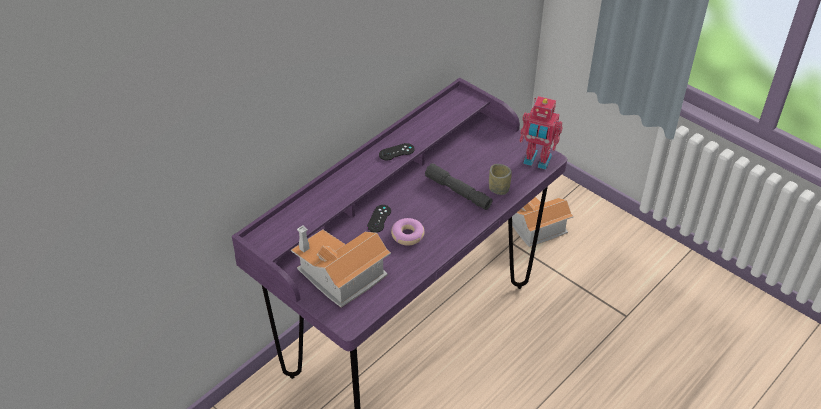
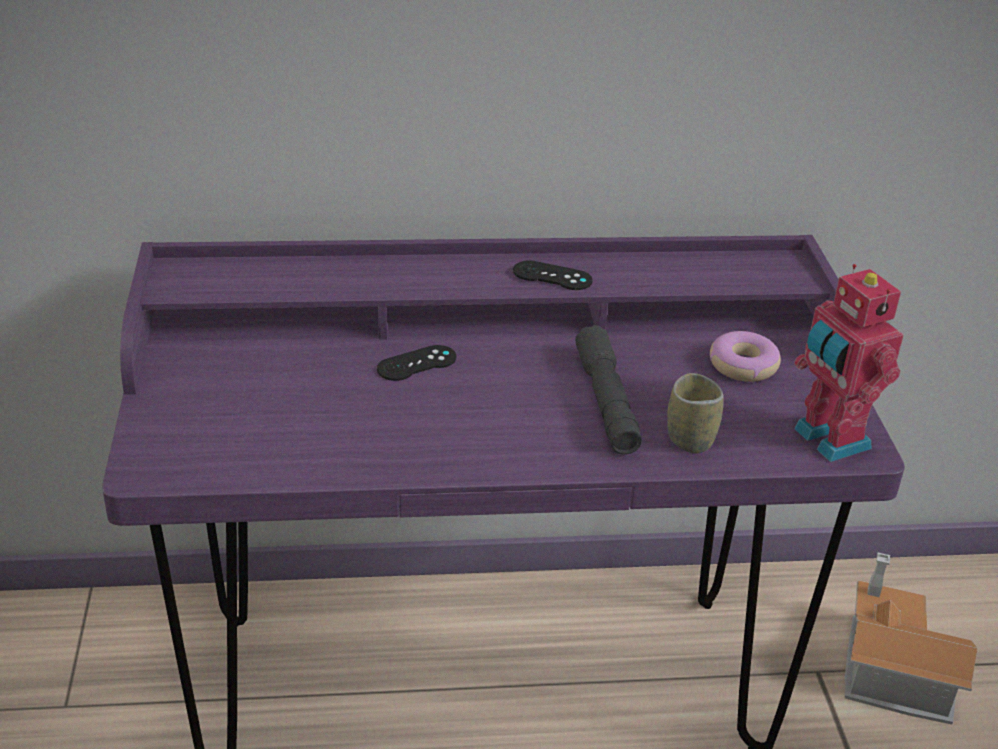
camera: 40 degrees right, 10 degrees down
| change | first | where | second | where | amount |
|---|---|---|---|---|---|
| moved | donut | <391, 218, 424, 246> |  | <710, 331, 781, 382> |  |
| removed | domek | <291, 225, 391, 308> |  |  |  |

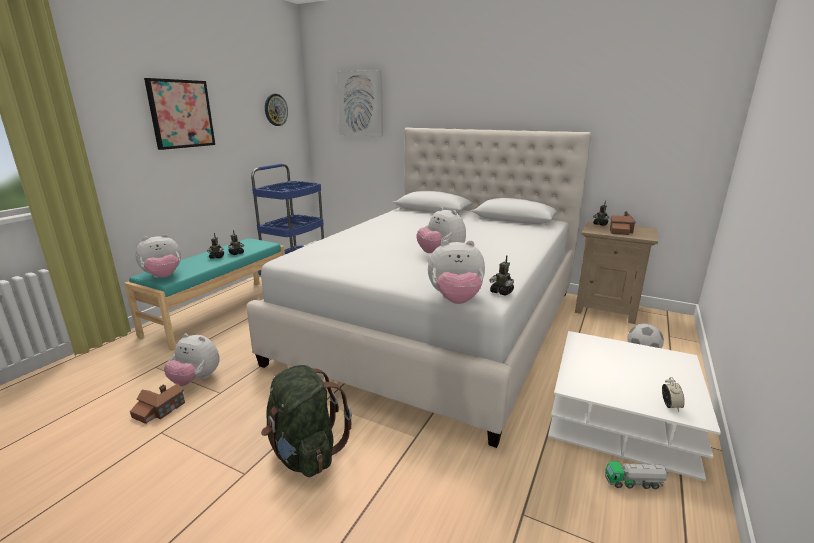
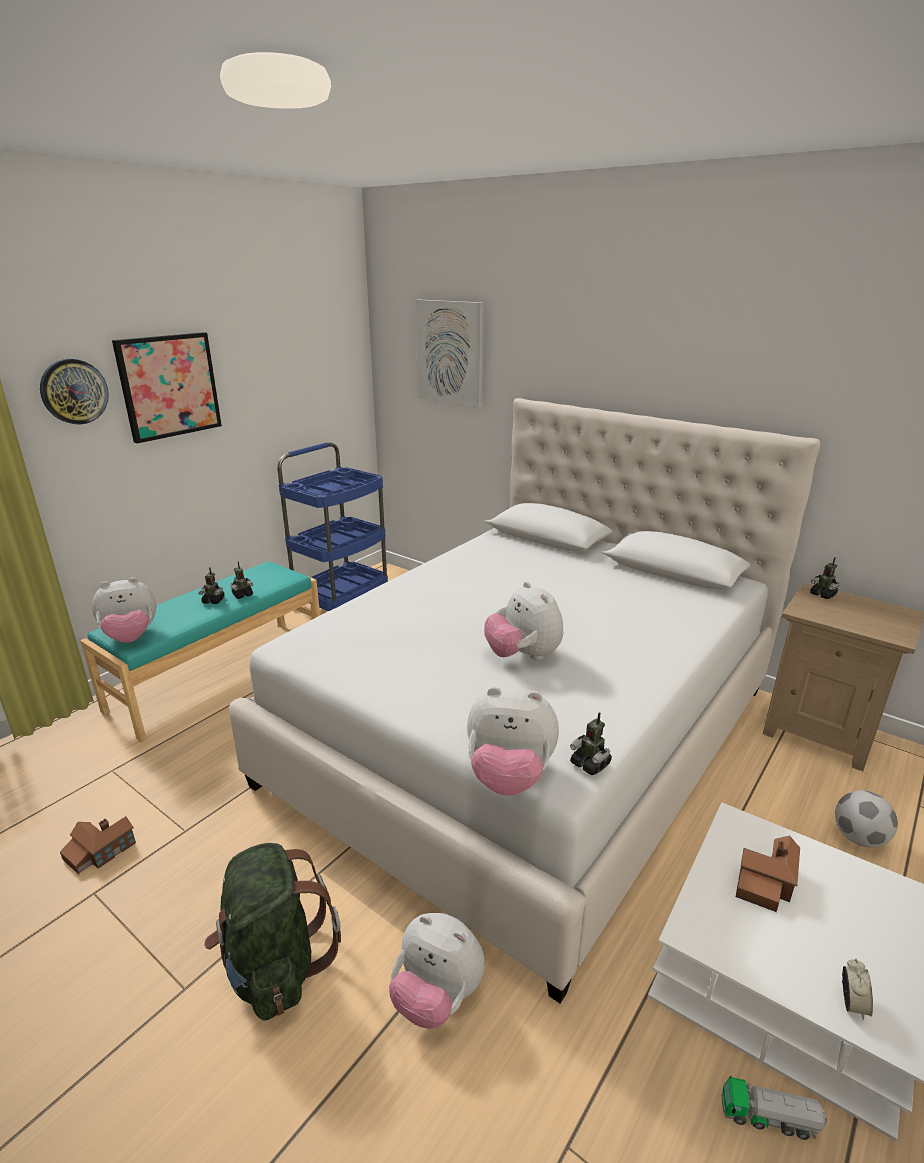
camera: 10 degrees right, 5 degrees up
| change | first | where | second | where | amount |
|---|---|---|---|---|---|
| moved | zegar ścienny | <265, 94, 288, 126> |  | <40, 359, 109, 424> |  |
| moved | domek | <610, 211, 636, 235> |  | <736, 836, 800, 912> |  |
| moved | pluszak | <164, 333, 220, 386> |  | <389, 913, 485, 1029> |  |

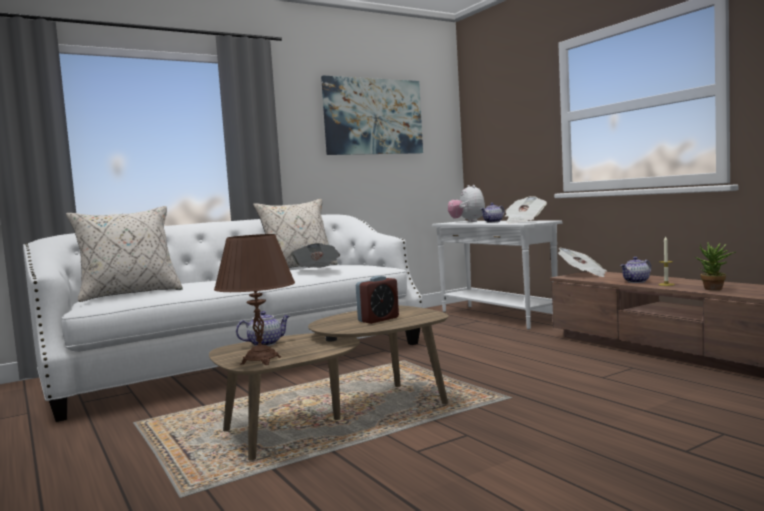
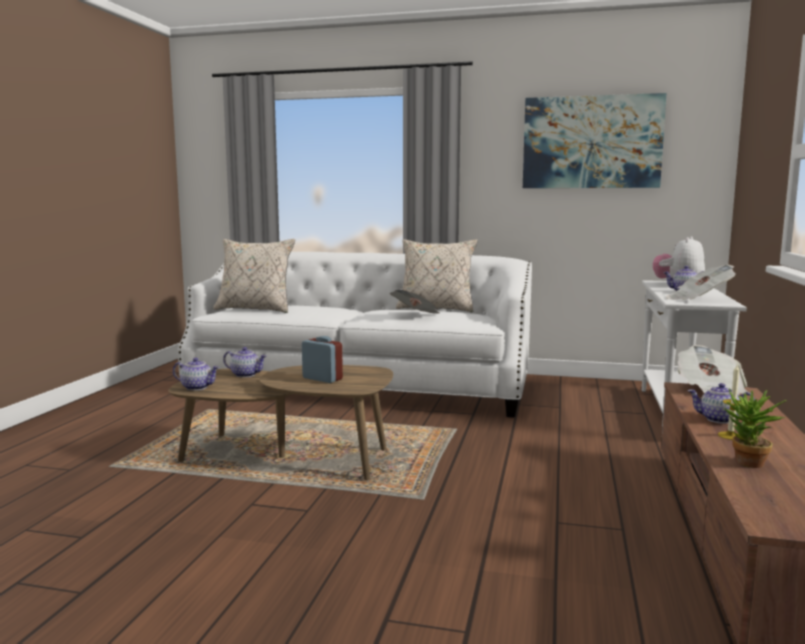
camera: 45 degrees right, 5 degrees up
| change | first | where | second | where | amount |
|---|---|---|---|---|---|
| replaced | lampa stołowa [brązowy] | <214, 234, 295, 365> | imbryk | <173, 358, 220, 390> |  |
| turned | budzik | <356, 276, 399, 324> |  | <302, 336, 343, 383> | 150 degrees counterclockwise |

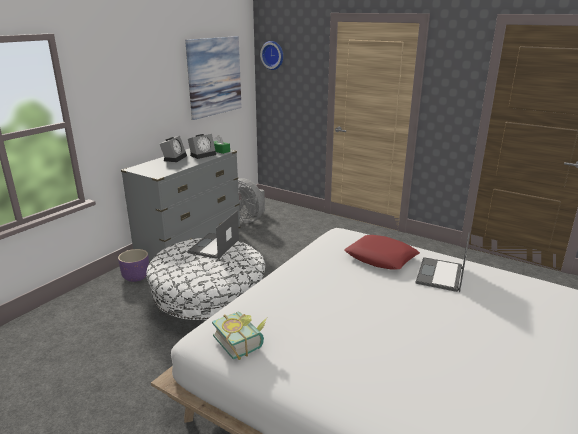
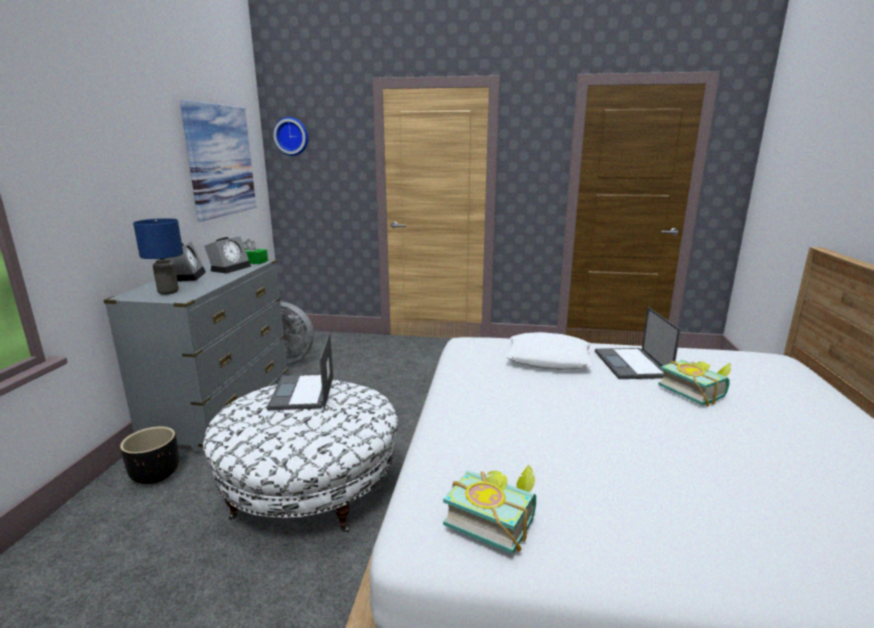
camera: 25 degrees left, 5 degrees down
| change | first | where | second | where | amount |
|---|---|---|---|---|---|
| recoloured | poduszka [czerwony] | <344, 235, 420, 270> | poduszka [biały] | <505, 332, 593, 370> |  |
| recoloured | donica [fioletowy] | <118, 249, 149, 282> | donica [czarny] | <120, 426, 179, 484> |  |
| added |  |  | lampa stołowa [niebieski] | <133, 218, 183, 295> |  |
| added |  |  | książka | <658, 360, 731, 407> |  |

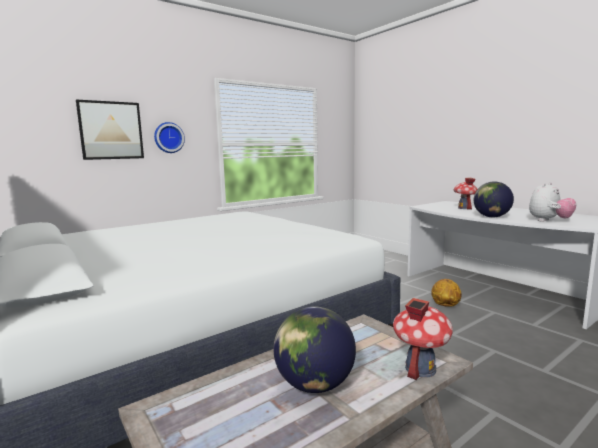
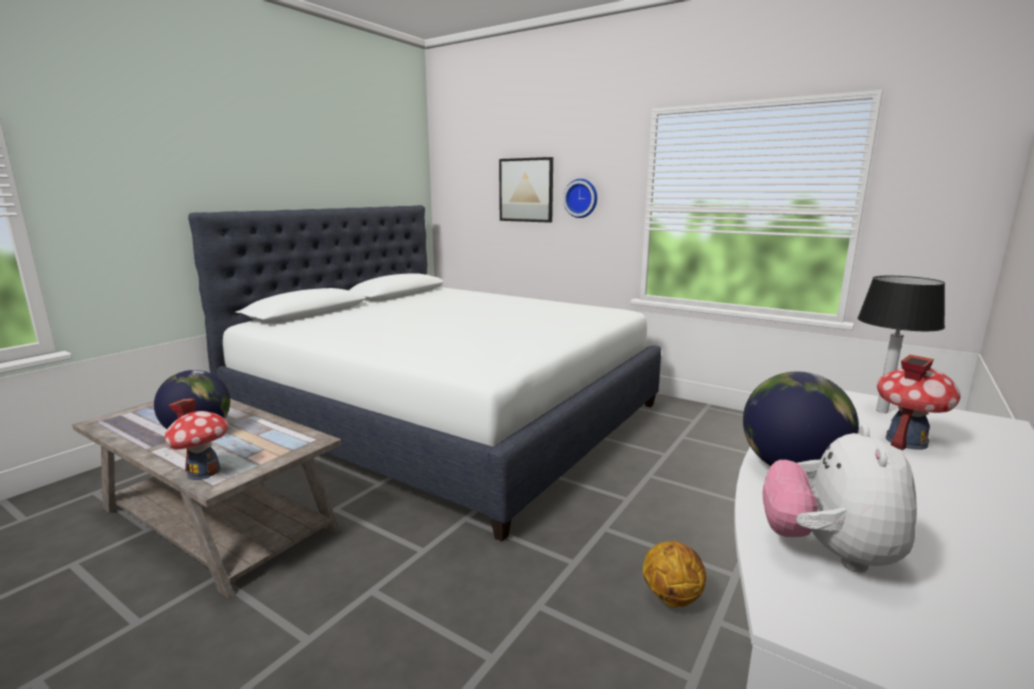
camera: 70 degrees right, 5 degrees up
| change | first | where | second | where | amount |
|---|---|---|---|---|---|
| turned | pluszak | <529, 182, 577, 222> |  | <763, 425, 917, 573> | 75 degrees clockwise |
| added |  |  | lampa stołowa | <857, 276, 945, 413> |  |

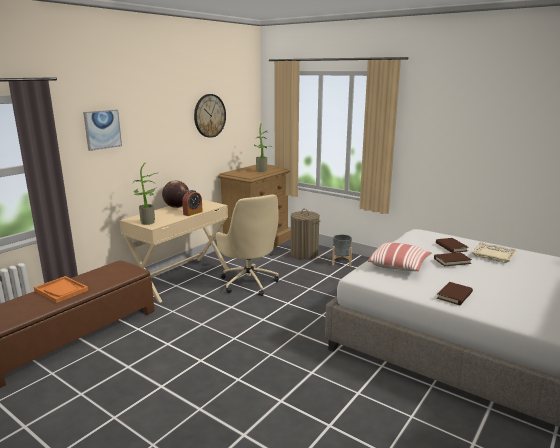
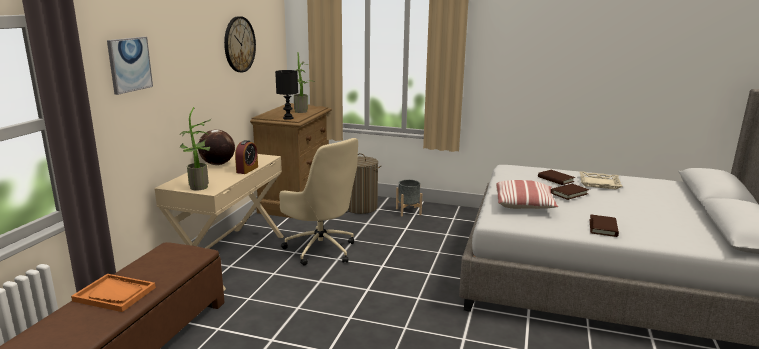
camera: 20 degrees left, 0 degrees up
| change | first | where | second | where | amount |
|---|---|---|---|---|---|
| added |  |  | lampa stołowa [czarny] | <275, 70, 298, 120> |  |

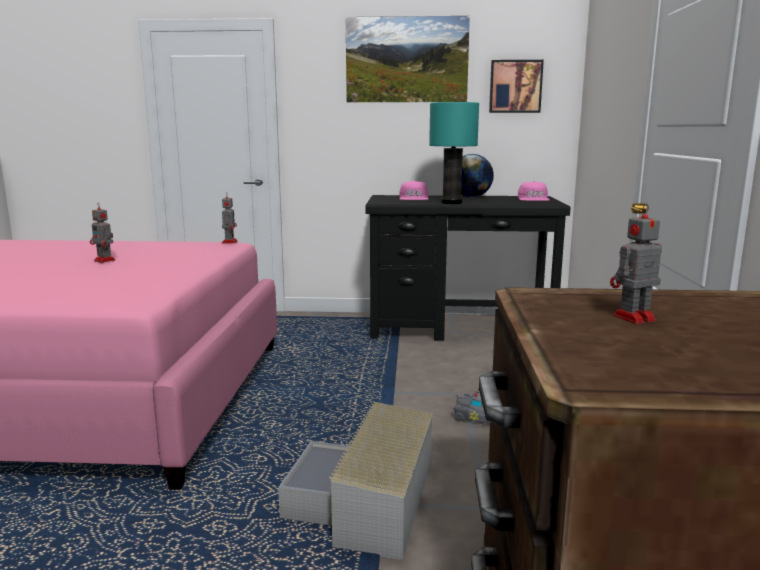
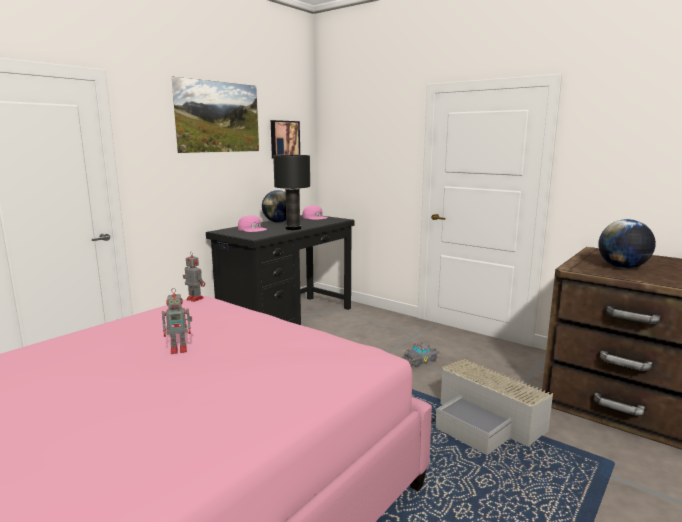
camera: 55 degrees left, 0 degrees up
| change | first | where | second | where | amount |
|---|---|---|---|---|---|
| recoloured | lampa stołowa [turkusowy] | <429, 101, 479, 204> | lampa stołowa [czarny] | <273, 154, 310, 230> |  |
| replaced | robot zabawkowy | <610, 203, 662, 324> | globus | <599, 219, 656, 269> |  |

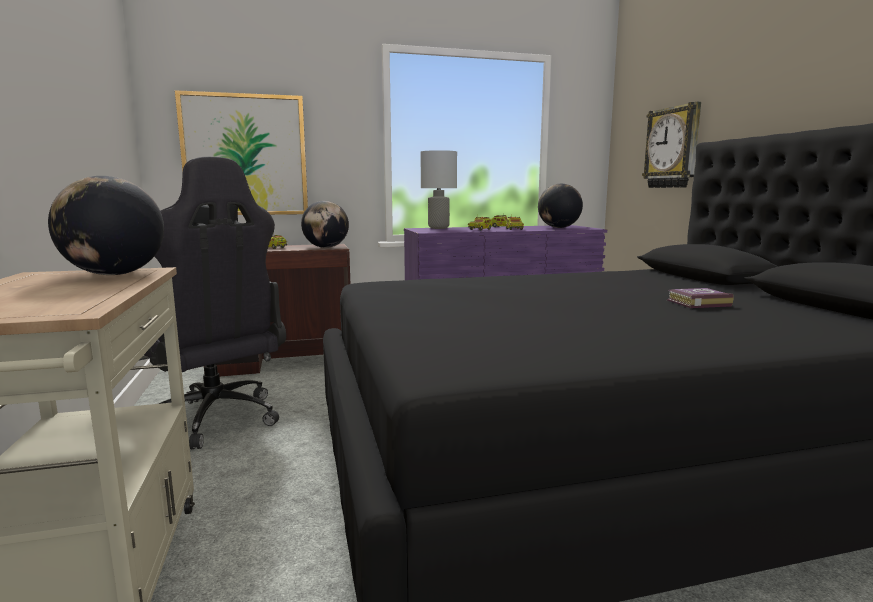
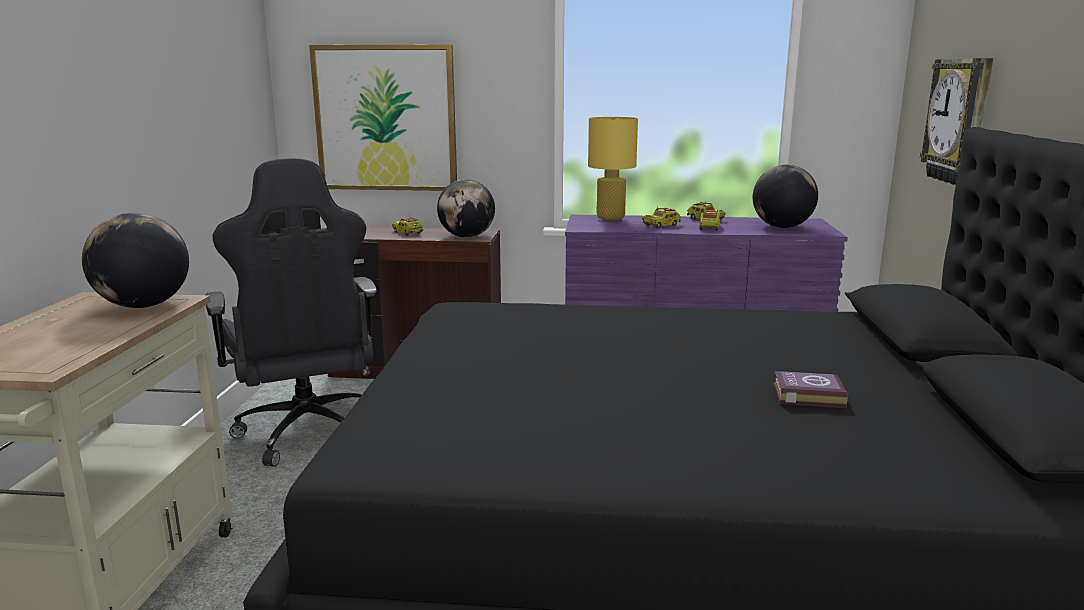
camera: 20 degrees right, 5 degrees up
| change | first | where | second | where | amount |
|---|---|---|---|---|---|
| recoloured | lampa stołowa [szary] | <421, 150, 457, 229> | lampa stołowa [żółty] | <588, 117, 638, 221> |  |

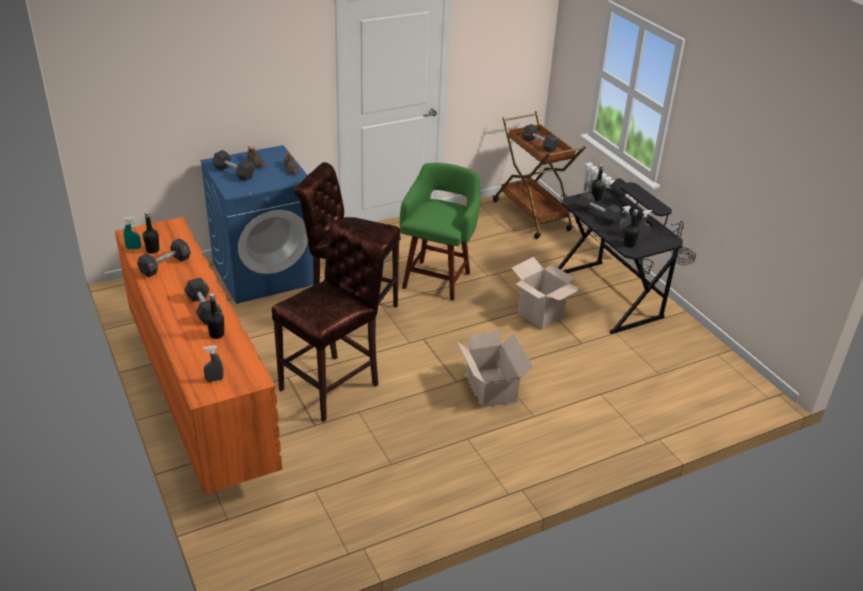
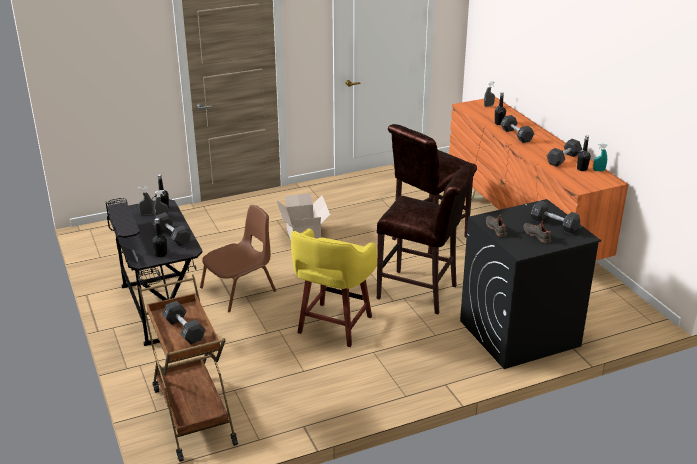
camera: 175 degrees left, 5 degrees down
| change | first | where | second | where | amount |
|---|---|---|---|---|---|
| recoloured | pralka [niebieski] | <200, 145, 313, 304> | pralka [czarny] | <460, 199, 601, 369> |  |
| recoloured | stołek [zielony] | <400, 163, 481, 301> | stołek [żółty] | <291, 228, 377, 347> |  |
| replaced | karton | <512, 257, 582, 329> | krzesło [brązowy] | <200, 205, 276, 312> |  |

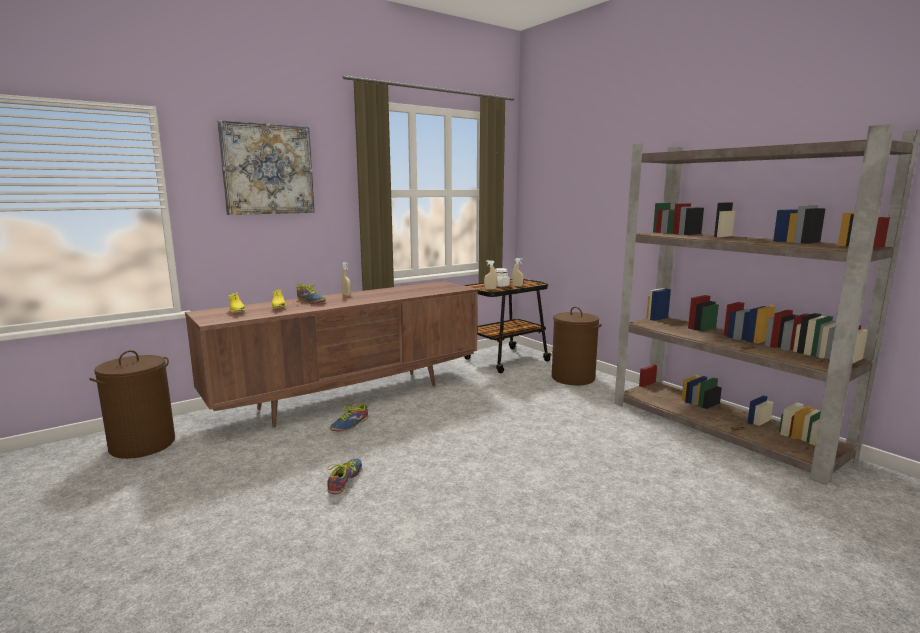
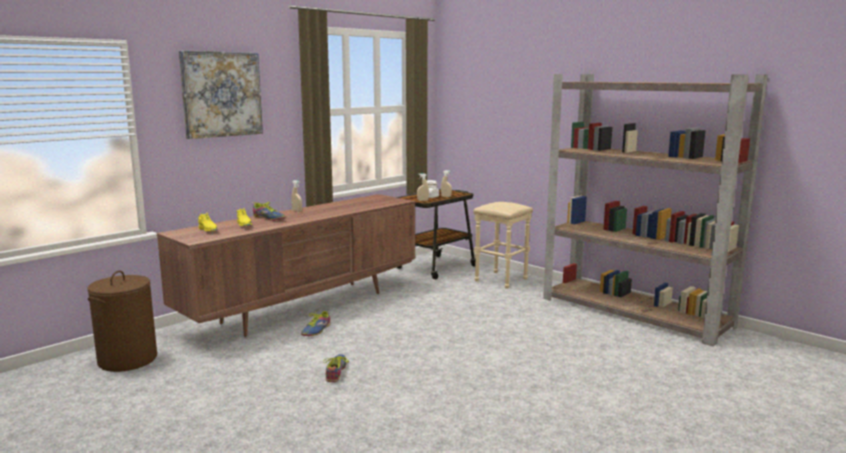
camera: 10 degrees left, 0 degrees up
| change | first | where | second | where | amount |
|---|---|---|---|---|---|
| replaced | kosz na pranie [brązowy] | <552, 307, 602, 385> | stołek [beżowy] | <473, 202, 533, 289> |  |

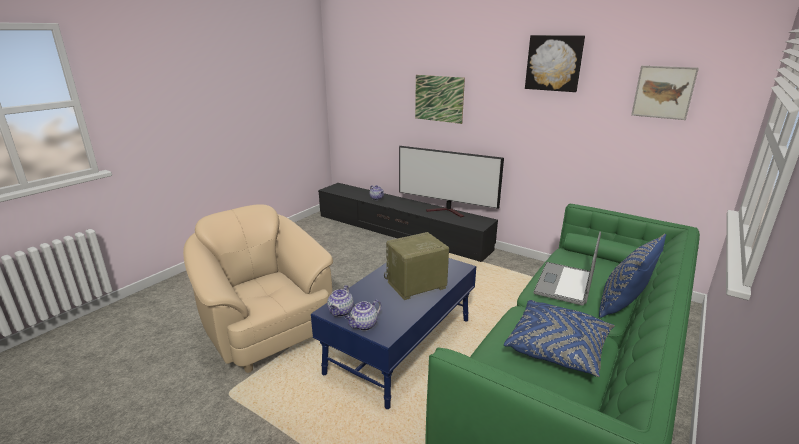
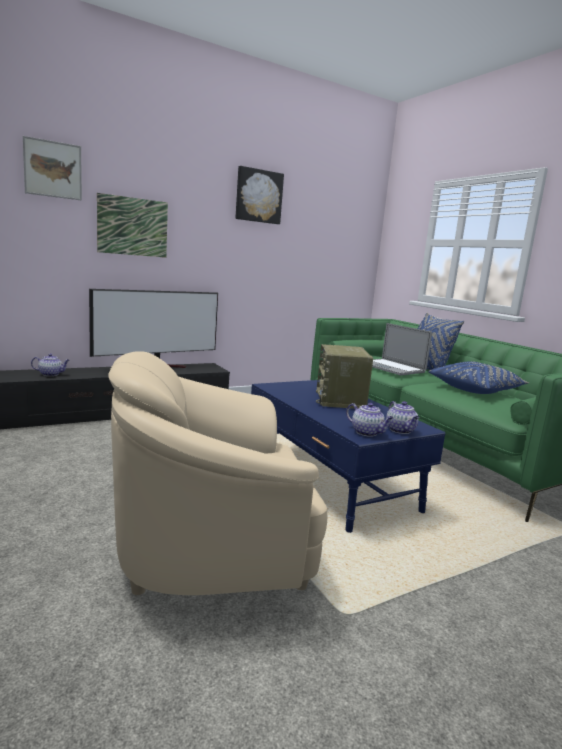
camera: 65 degrees left, 10 degrees down
| change | first | where | second | where | amount |
|---|---|---|---|---|---|
| moved | obraz | <631, 66, 699, 120> |  | <23, 136, 82, 200> |  |

